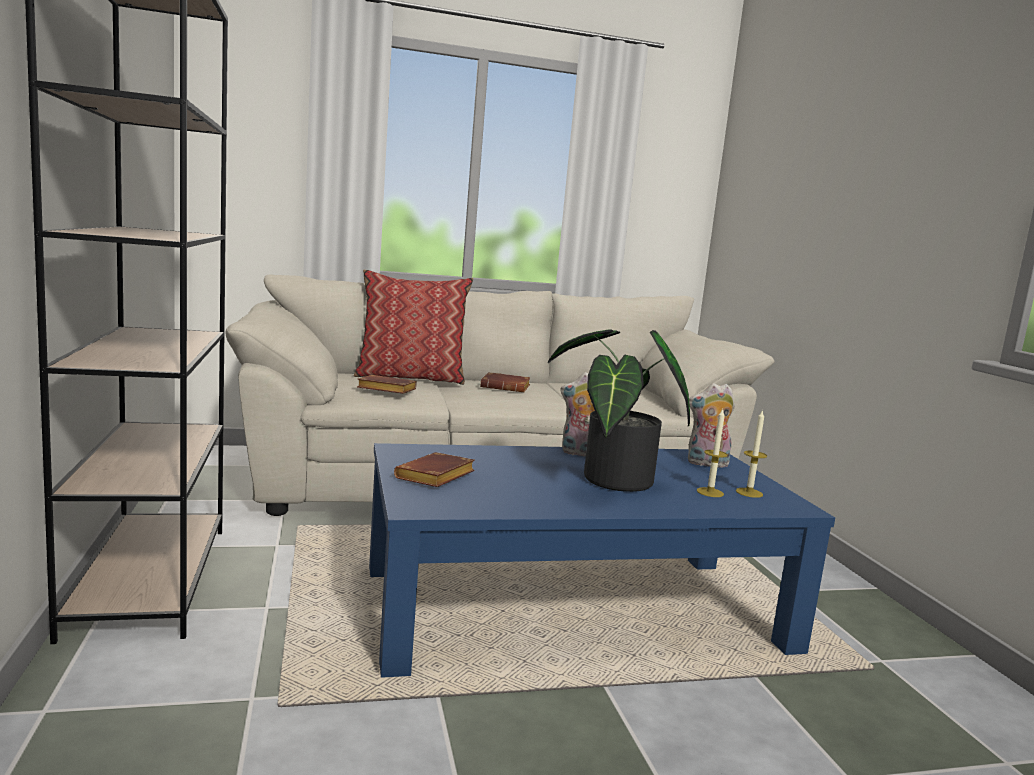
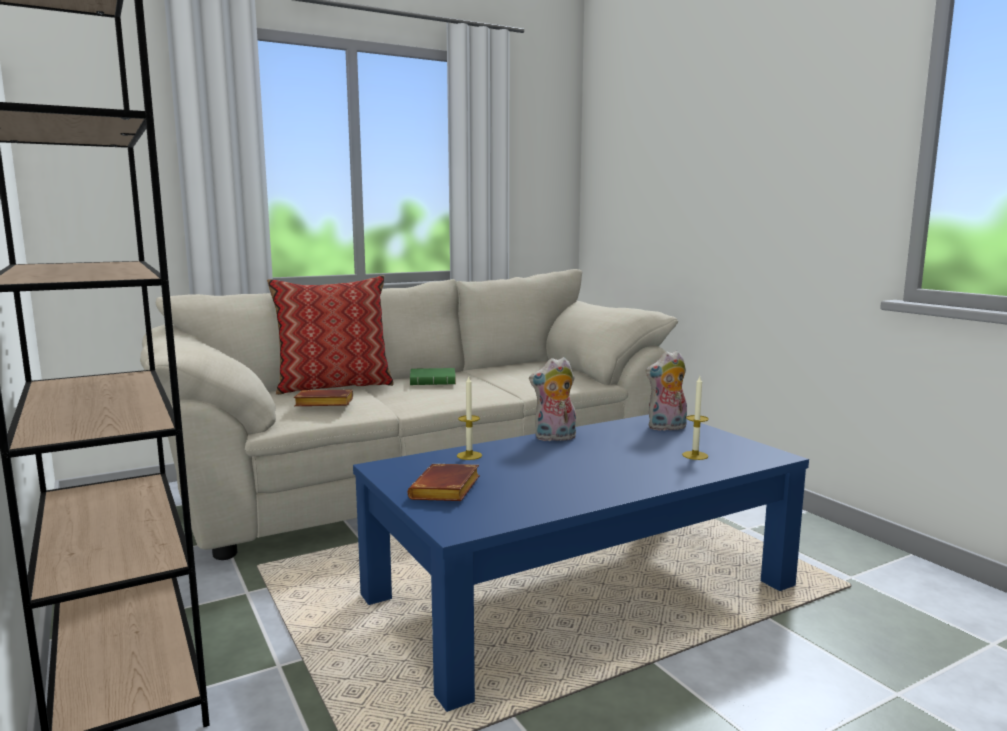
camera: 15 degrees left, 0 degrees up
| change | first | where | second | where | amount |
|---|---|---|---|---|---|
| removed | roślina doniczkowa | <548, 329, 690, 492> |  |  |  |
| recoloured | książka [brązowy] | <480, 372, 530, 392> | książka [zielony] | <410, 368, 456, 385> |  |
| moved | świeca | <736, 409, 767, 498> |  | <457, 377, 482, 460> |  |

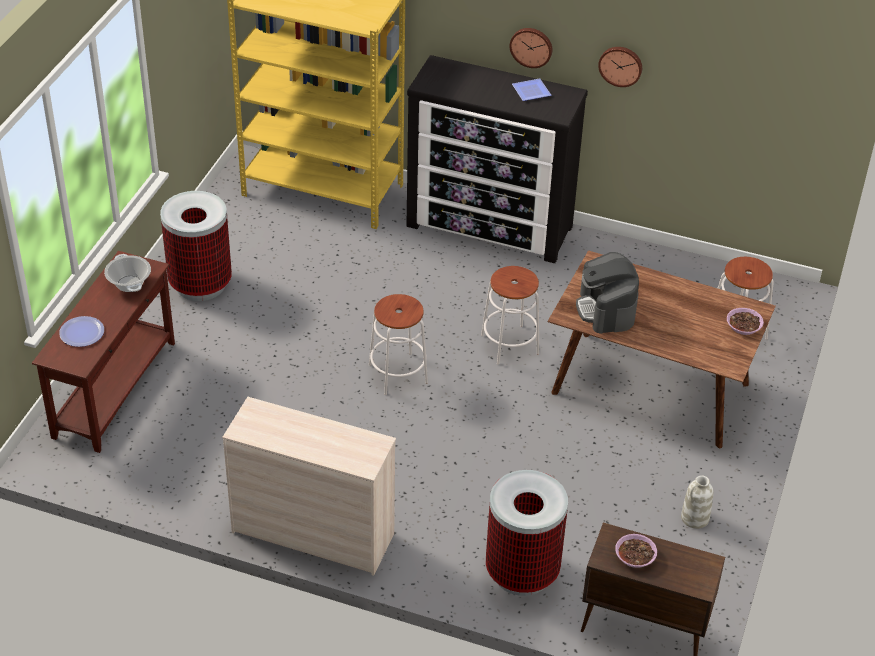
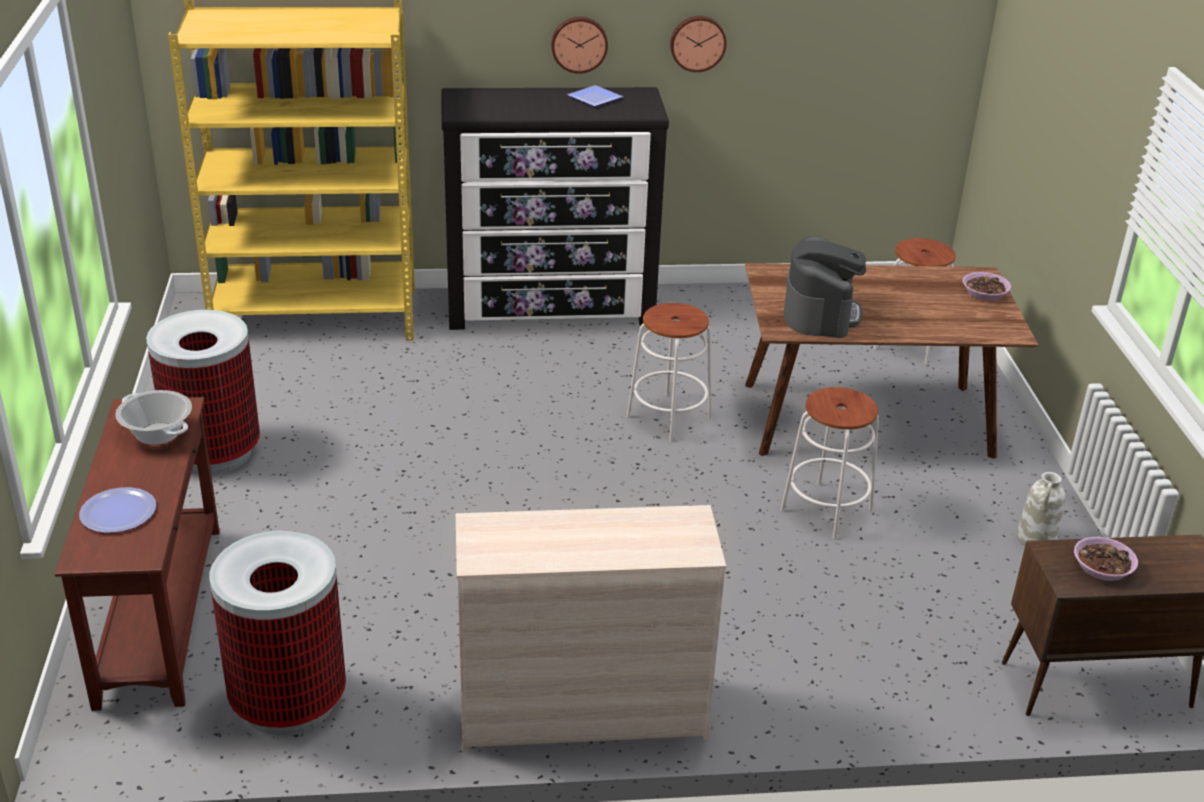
camera: 25 degrees left, 10 degrees down
| change | first | where | second | where | amount |
|---|---|---|---|---|---|
| turned | ekspres do kawy | <576, 252, 639, 334> |  | <784, 236, 866, 338> | 135 degrees counterclockwise |
| moved | stołek [biały] | <369, 294, 428, 395> |  | <781, 387, 879, 540> |  |
| moved | kosz na śmieci | <486, 470, 568, 596> |  | <209, 531, 346, 736> |  |

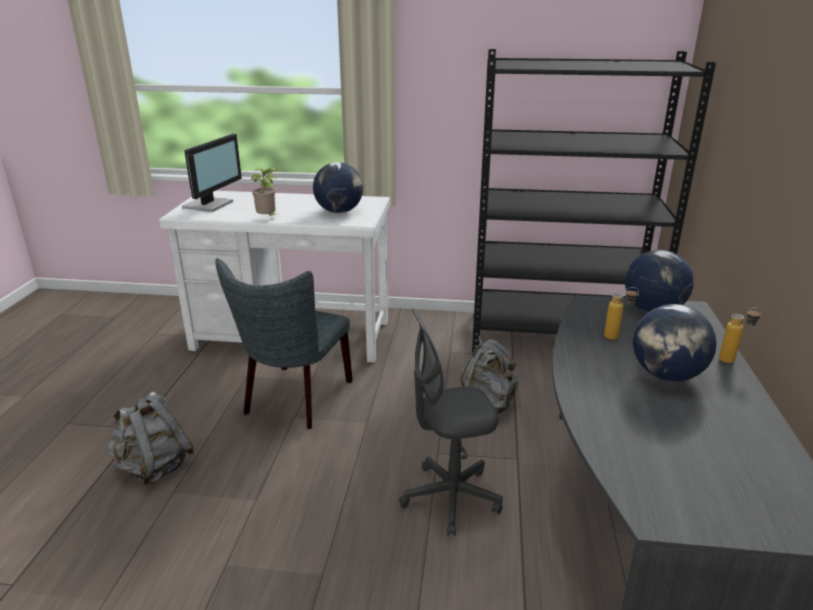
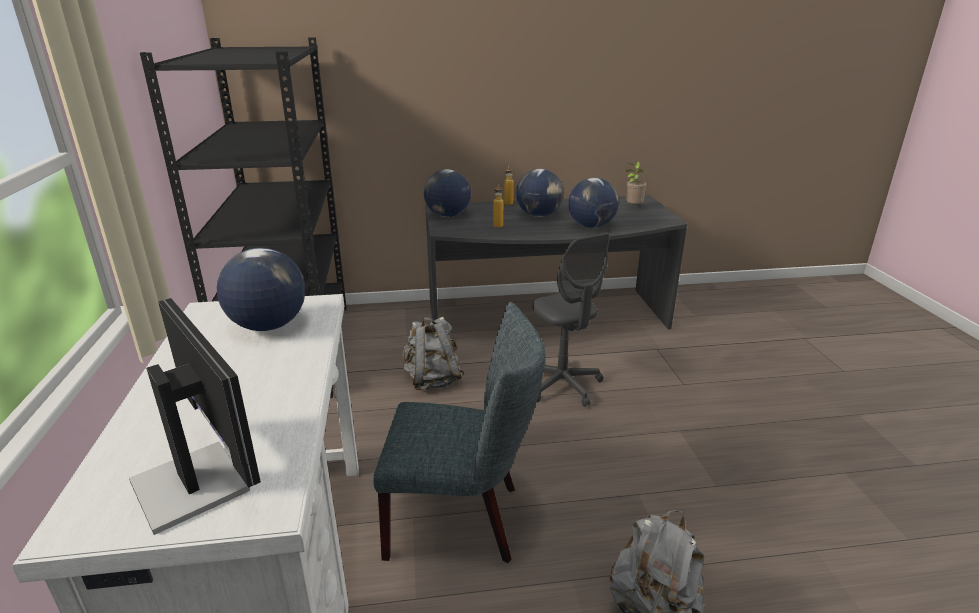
camera: 105 degrees left, 0 degrees up
| change | first | where | second | where | amount |
|---|---|---|---|---|---|
| turned | monitor | <182, 134, 242, 212> |  | <129, 298, 261, 535> | 45 degrees clockwise |
| moved | roślina doniczkowa | <251, 167, 277, 216> |  | <626, 162, 647, 204> |  |
| added |  |  | globus | <568, 178, 619, 228> |  |

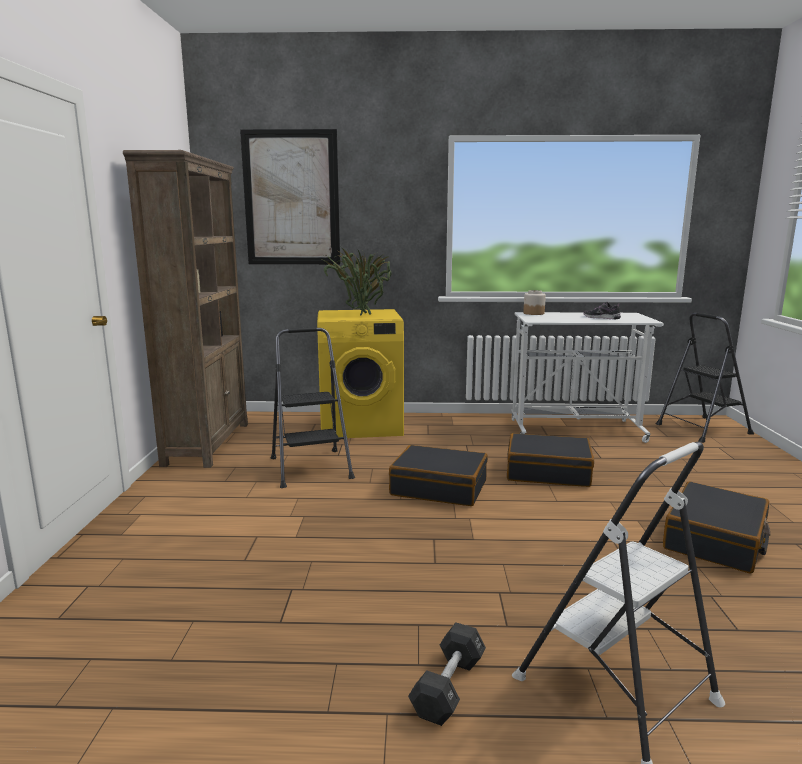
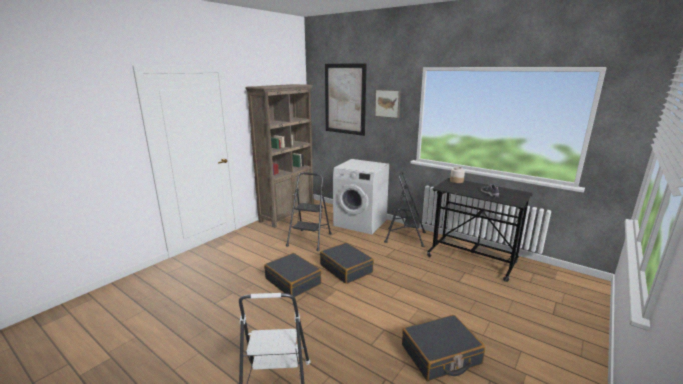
camera: 35 degrees right, 5 degrees up
| change | first | where | second | where | amount |
|---|---|---|---|---|---|
| removed | roślina doniczkowa | <321, 247, 392, 316> |  |  |  |
| recoloured | pralka [żółty] | <317, 309, 404, 438> | pralka [biały] | <333, 159, 389, 235> |  |
| recoloured | biurko [biały] | <511, 312, 664, 443> | biurko [czarny] | <427, 178, 533, 282> |  |
| moved | drabinka [czarny] | <656, 313, 754, 443> |  | <384, 171, 426, 247> |  |
| moved | walizka [czarny] | <507, 433, 594, 487> |  | <264, 253, 322, 297> |  |
| removed | hantel [czarny] | <408, 623, 486, 726> |  |  |  |
| added |  |  | obraz | <375, 89, 401, 118> |  |

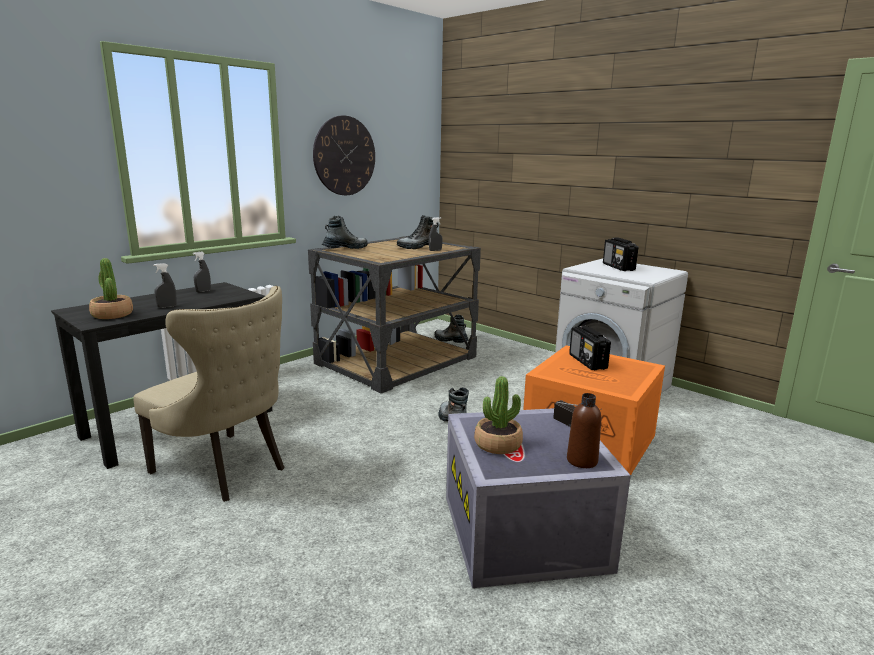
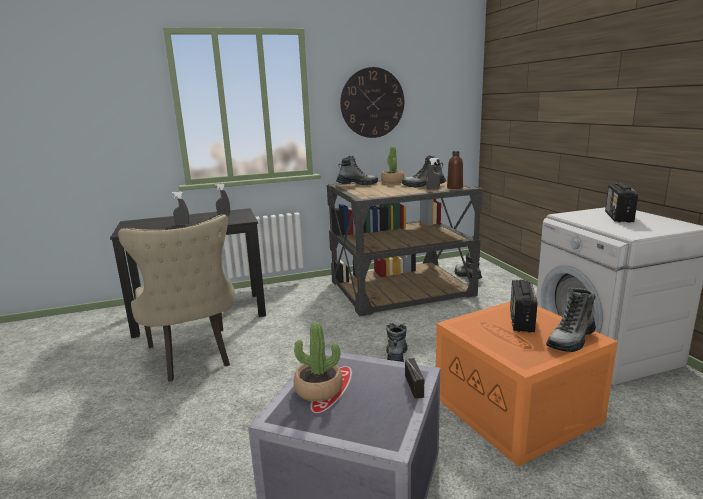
camera: 30 degrees right, 0 degrees up
| change | first | where | second | where | amount |
|---|---|---|---|---|---|
| moved | roślina doniczkowa | <89, 258, 133, 319> |  | <381, 146, 404, 183> |  |
| moved | butelka [brązowy] | <567, 393, 601, 468> |  | <447, 151, 463, 189> |  |
| added |  |  | but z cholewką | <546, 287, 596, 352> |  |

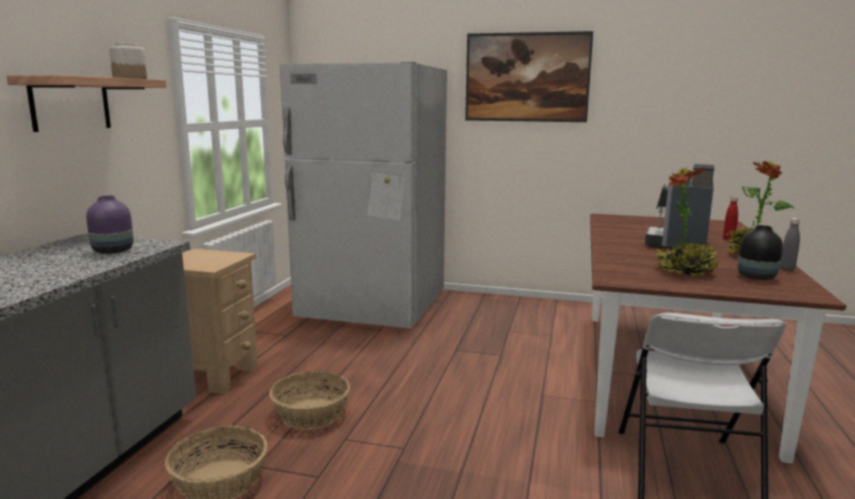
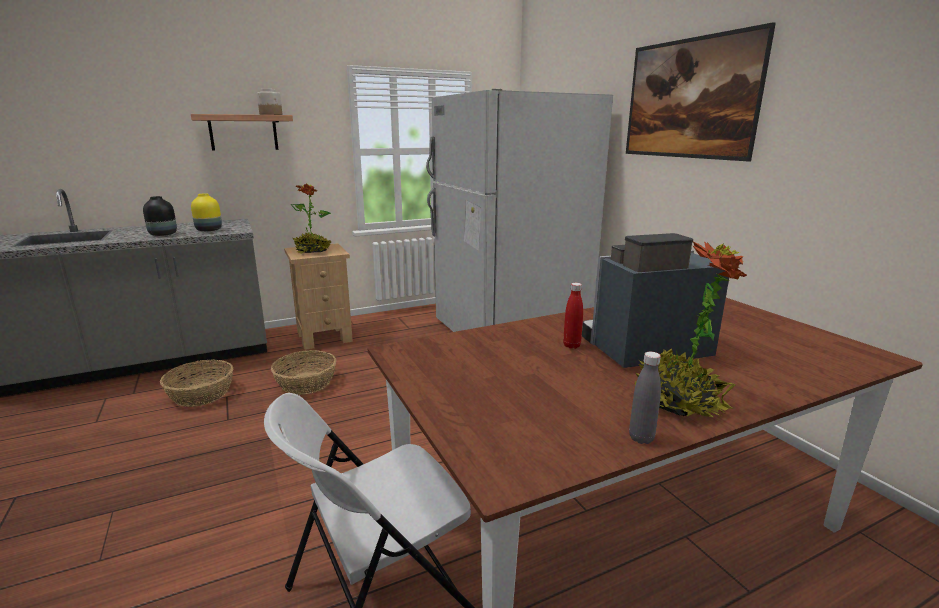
camera: 50 degrees right, 5 degrees up
| change | first | where | second | where | amount |
|---|---|---|---|---|---|
| moved | roślina doniczkowa | <656, 167, 718, 276> |  | <291, 183, 331, 254> |  |
| recoloured | wazon [fioletowy] | <86, 196, 133, 254> | wazon [żółty] | <191, 194, 222, 231> |  |
| moved | butelka [czerwony] | <723, 197, 738, 240> |  | <563, 283, 583, 349> |  |
| moved | wazon [czarny] | <738, 225, 783, 280> |  | <143, 196, 177, 236> |  |

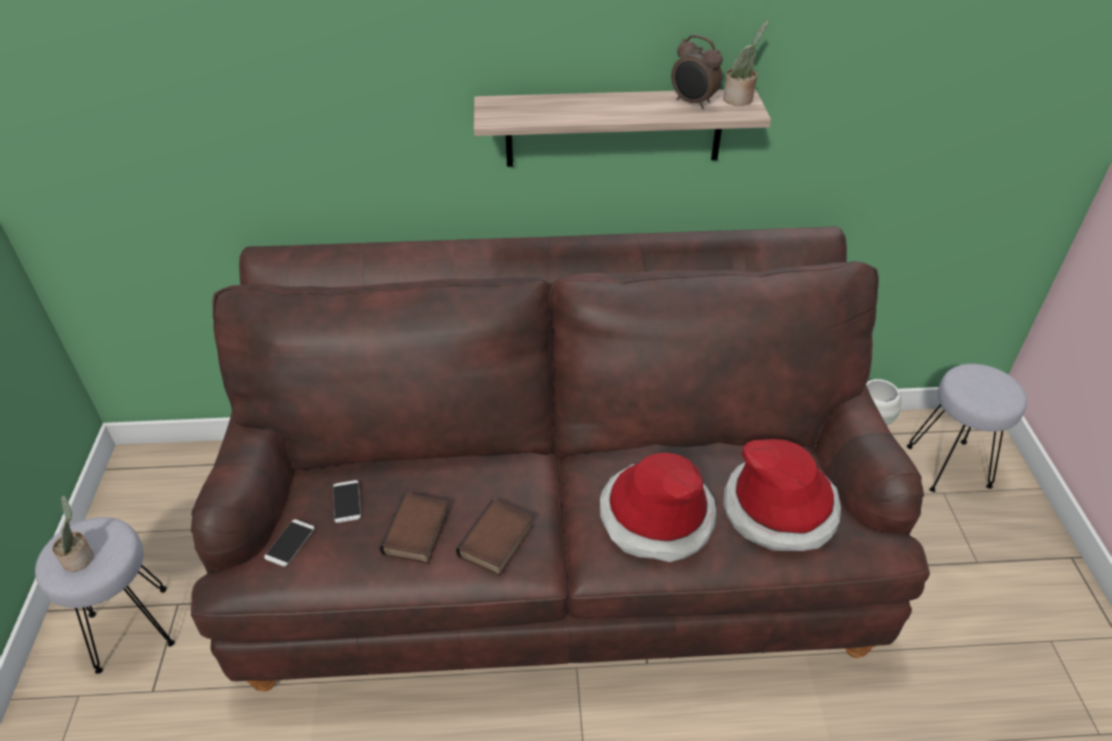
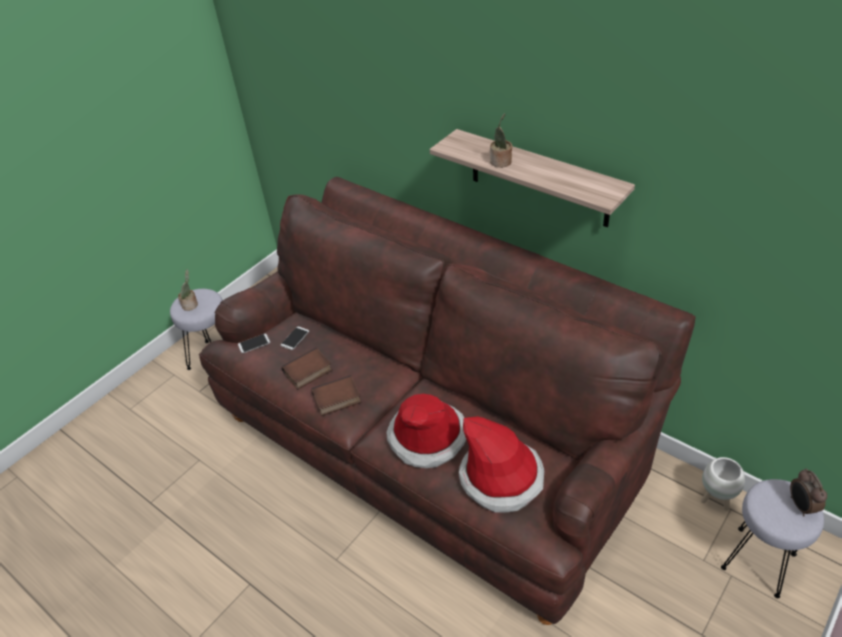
camera: 45 degrees right, 0 degrees up
| change | first | where | second | where | amount |
|---|---|---|---|---|---|
| moved | roślina doniczkowa | <723, 20, 769, 106> |  | <490, 113, 512, 168> |  |
| moved | budzik | <671, 35, 723, 109> |  | <790, 469, 827, 516> |  |

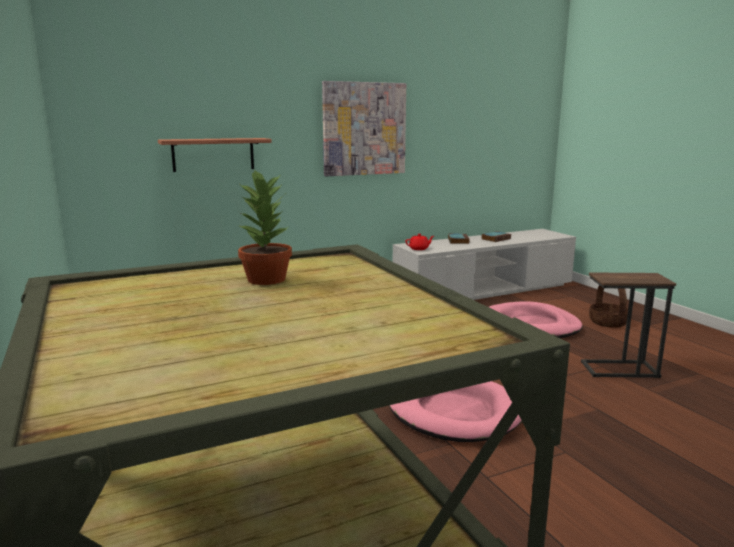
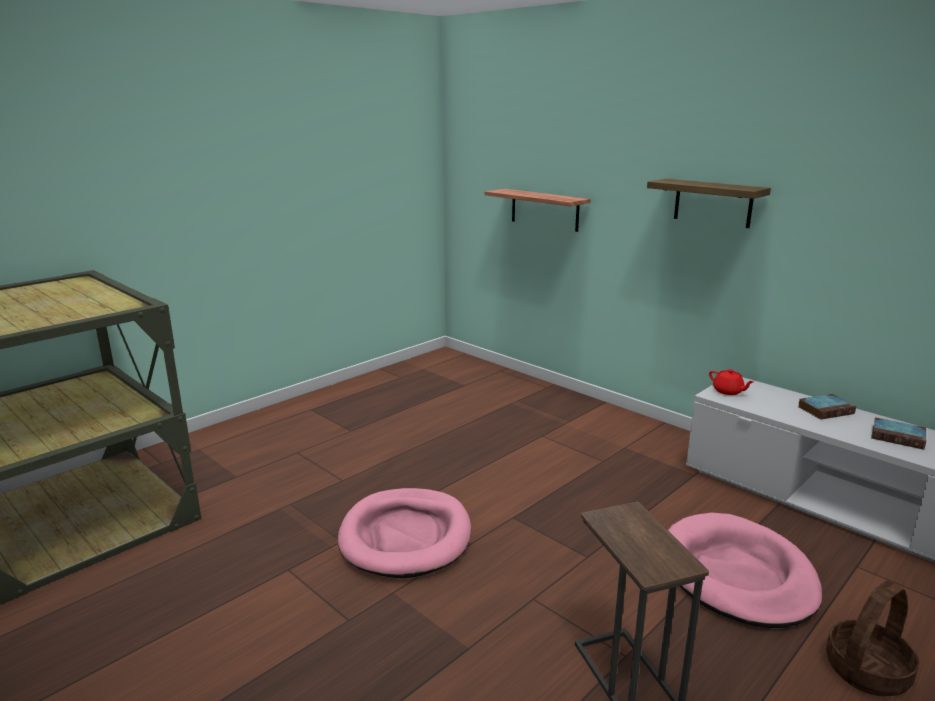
camera: 70 degrees right, 5 degrees up
| change | first | where | second | where | amount |
|---|---|---|---|---|---|
| replaced | obraz | <322, 81, 406, 176> | półka | <647, 179, 771, 228> |  |
| removed | roślina doniczkowa | <238, 169, 292, 285> |  |  |  |

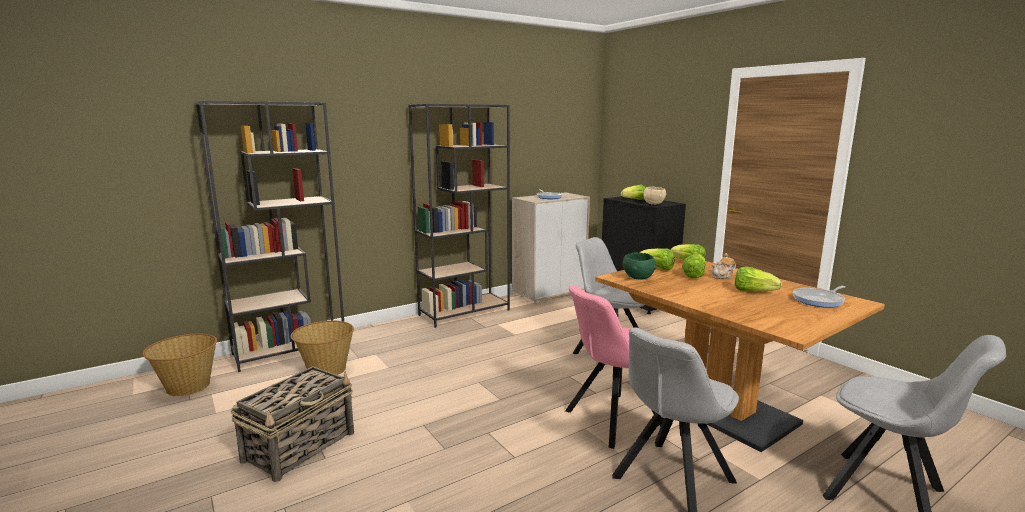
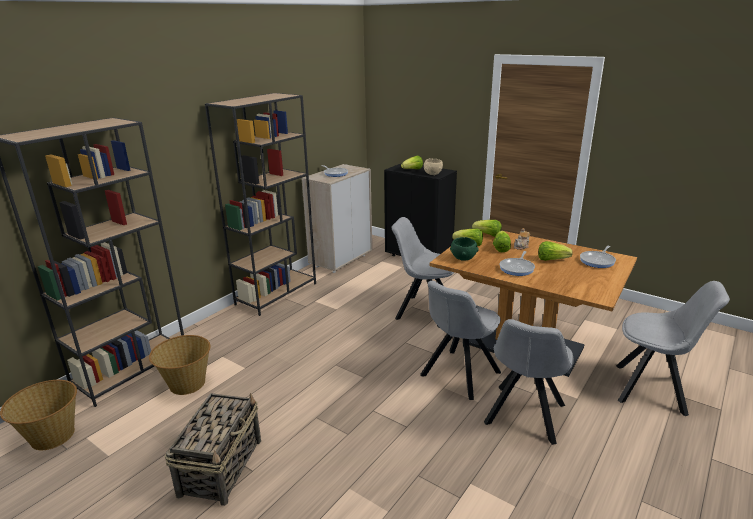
camera: 20 degrees left, 10 degrees up
| change | first | where | second | where | amount |
|---|---|---|---|---|---|
| recoloured | krzesło [różowy] | <565, 285, 664, 449> | krzesło [szary] | <421, 281, 501, 400> |  |
| added |  |  | patelnia | <499, 251, 535, 276> |  |

